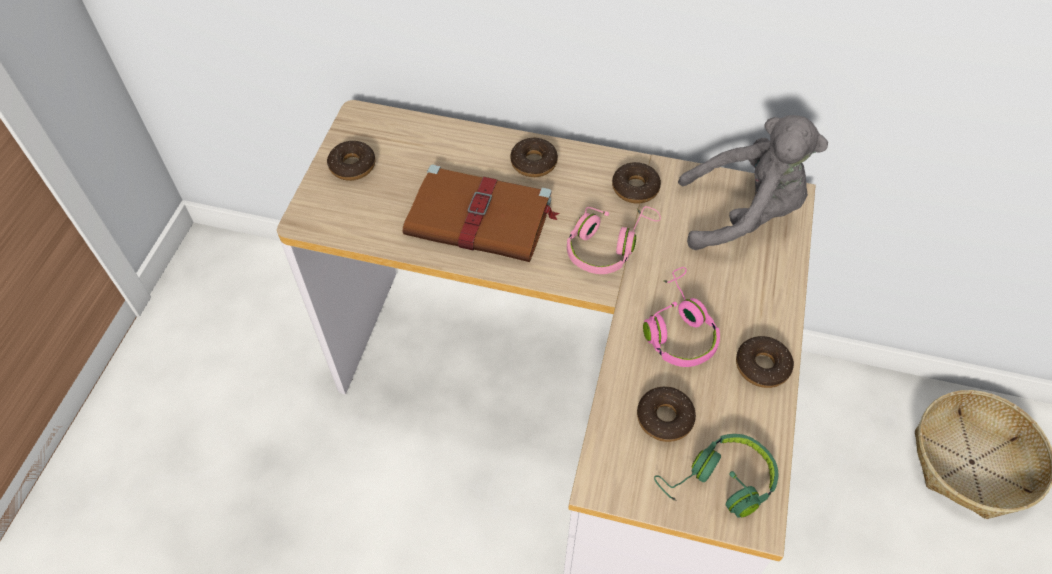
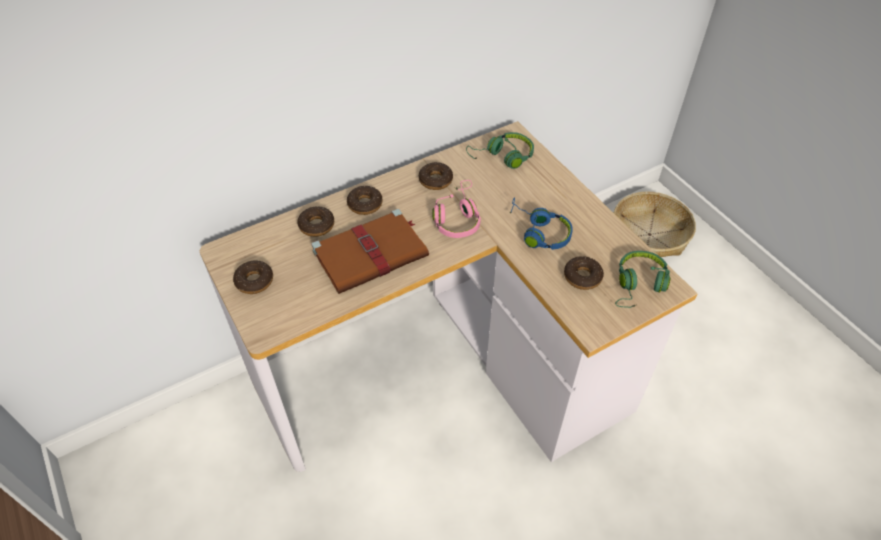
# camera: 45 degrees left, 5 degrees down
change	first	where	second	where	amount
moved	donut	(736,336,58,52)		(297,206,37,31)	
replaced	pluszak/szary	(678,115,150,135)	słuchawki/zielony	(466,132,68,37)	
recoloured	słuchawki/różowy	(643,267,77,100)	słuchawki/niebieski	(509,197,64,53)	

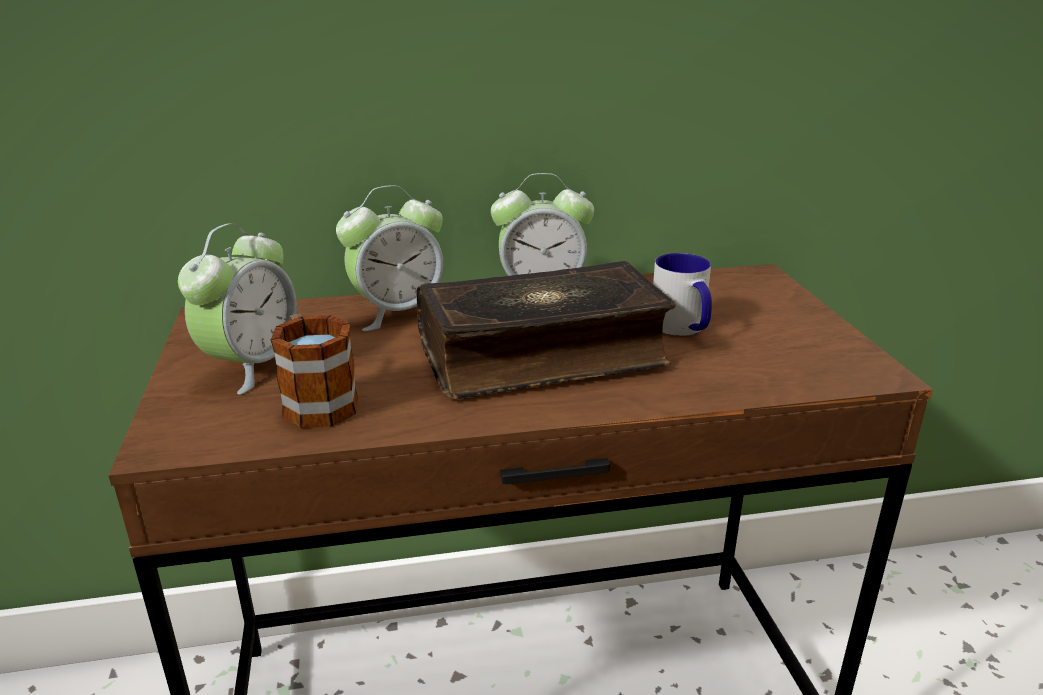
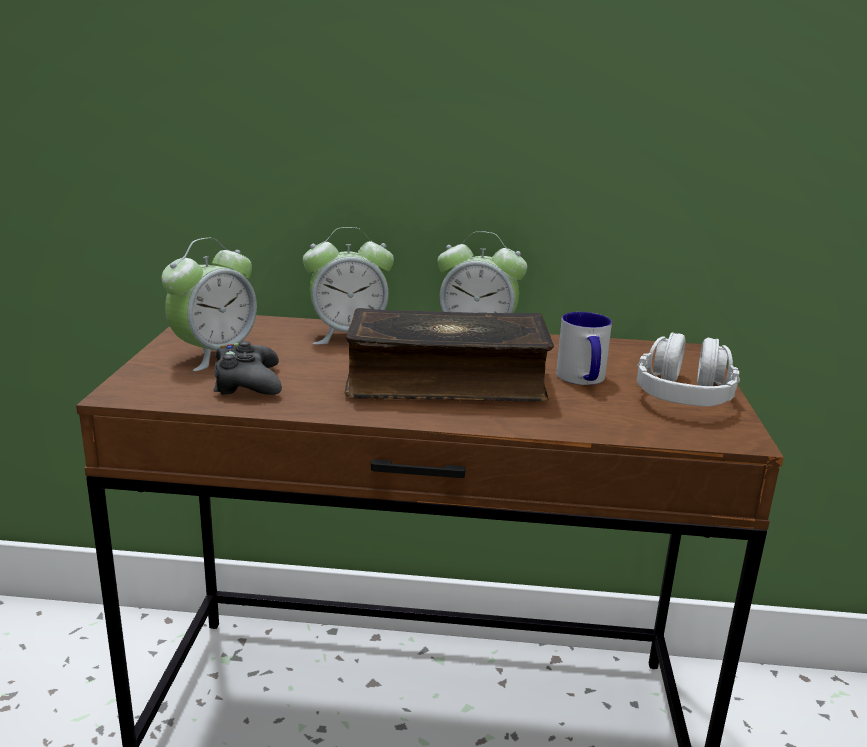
# camera: 15 degrees right, 5 degrees down
change	first	where	second	where	amount
replaced	kubek	(271,313,87,115)	pad do gier/czarny	(213,341,69,54)	
added			słuchawki/szary	(637,332,103,74)	

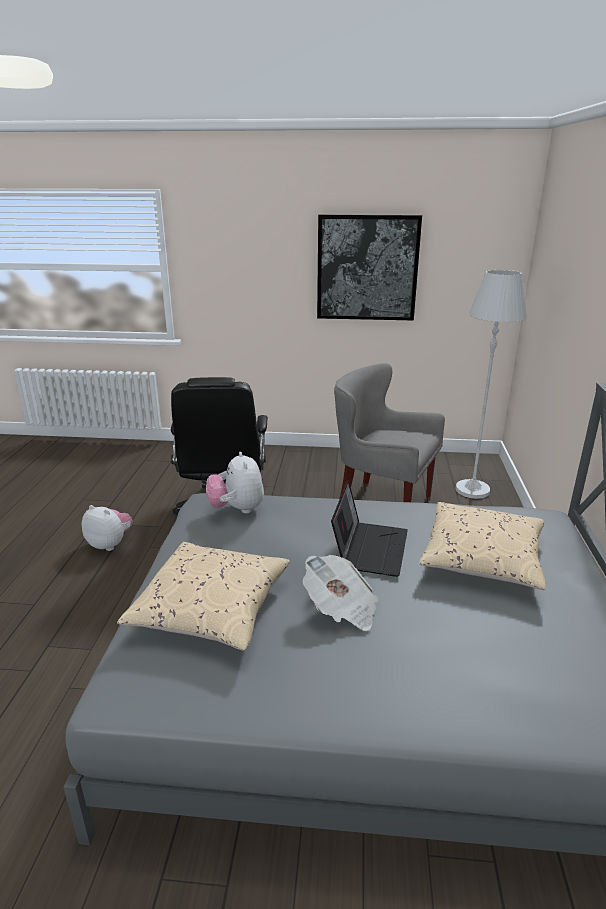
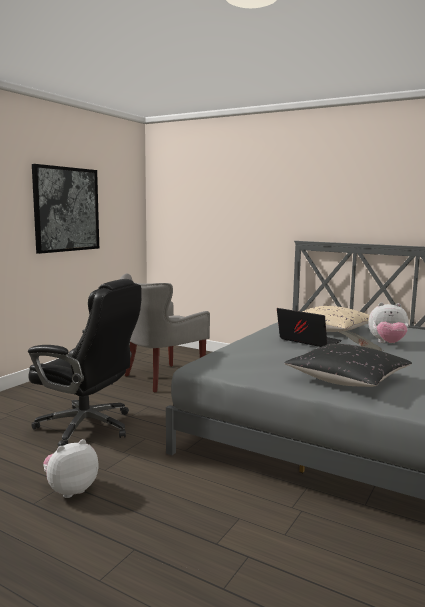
# camera: 65 degrees left, 15 degrees down
change	first	where	second	where	amount
recoloured	poduszka/beżowy	(117,542,173,109)	poduszka/czarny	(284,343,128,44)	
moved	pluszak	(206,452,58,61)		(369,302,40,41)	
removed	lampa stojąca/biały	(455,270,72,229)			

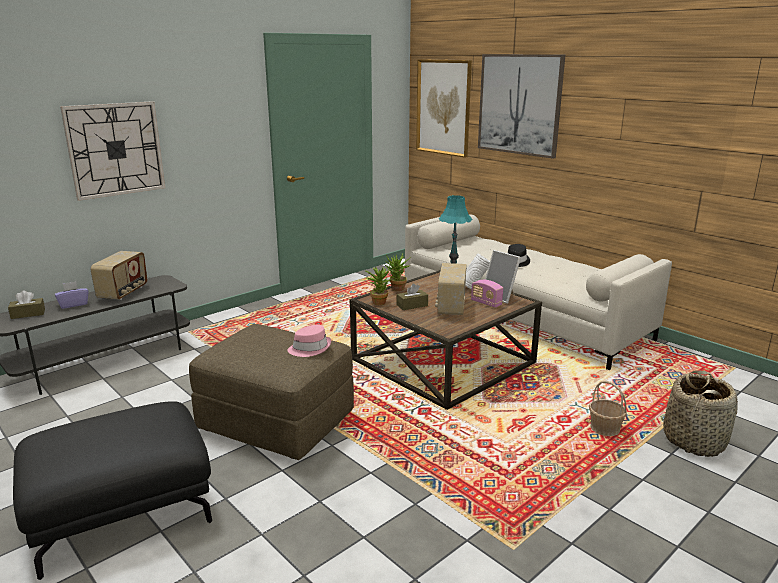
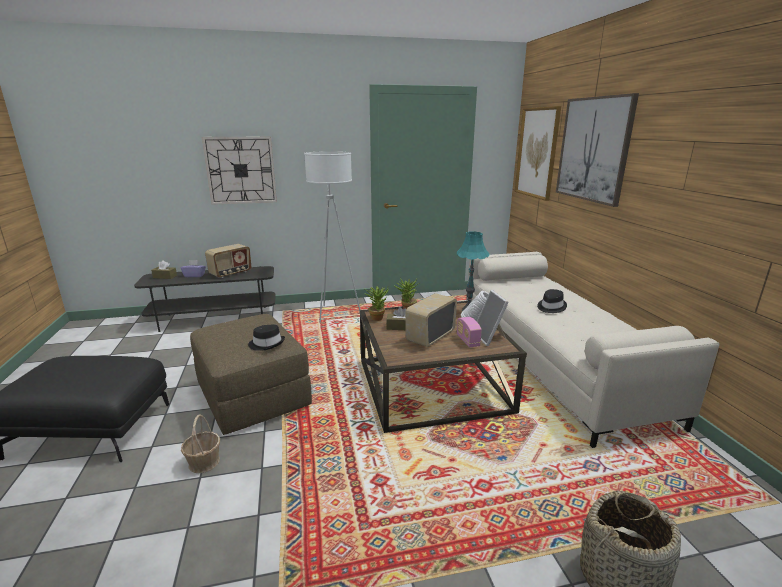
# camera: 30 degrees right, 0 degrees up
change	first	where	second	where	amount
moved	koszyk	(589,381,38,55)		(181,414,39,59)	
recoloured	kapelusz/różowy	(287,325,44,32)	kapelusz/czarny	(248,325,37,26)	
added			lampa stojąca/biały	(304,151,56,172)	

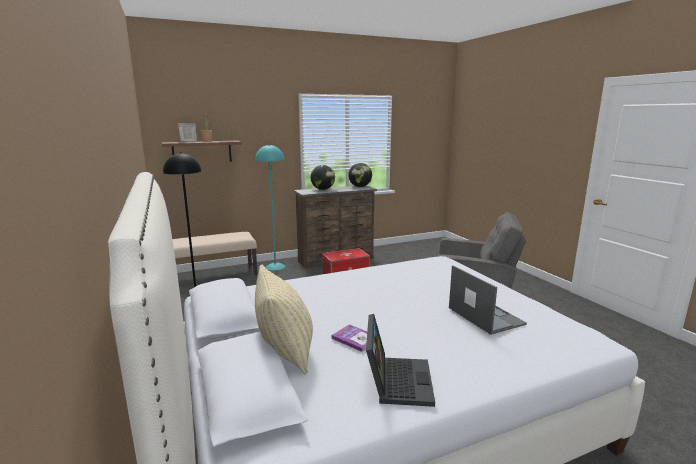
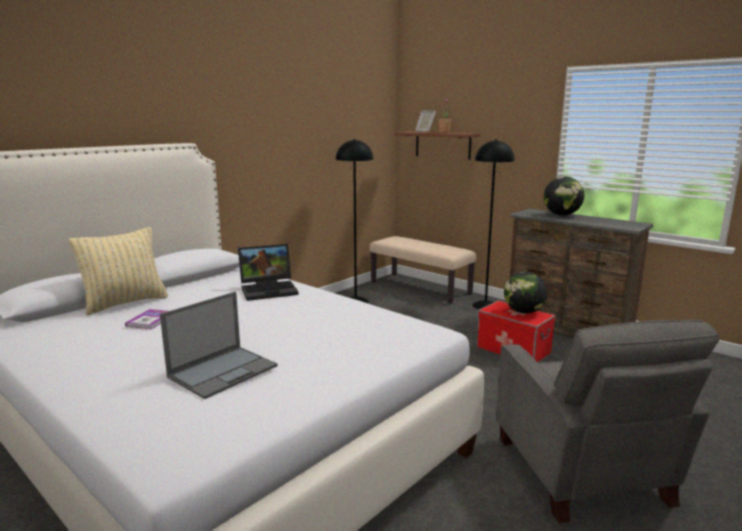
# camera: 65 degrees right, 0 degrees up
change	first	where	second	where	amount
moved	laptop	(366,314,69,93)		(238,244,61,57)	
recoloured	lampa stojąca/turkusowy	(255,144,30,126)	lampa stojąca/czarny	(472,139,43,170)	
moved	globus	(348,163,24,24)		(504,272,43,42)	

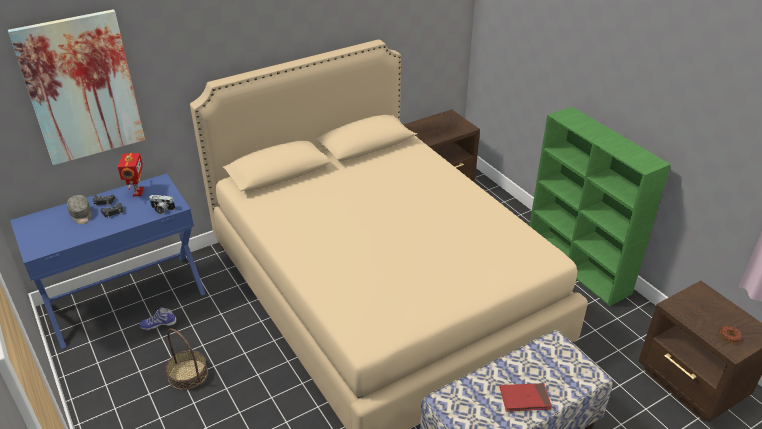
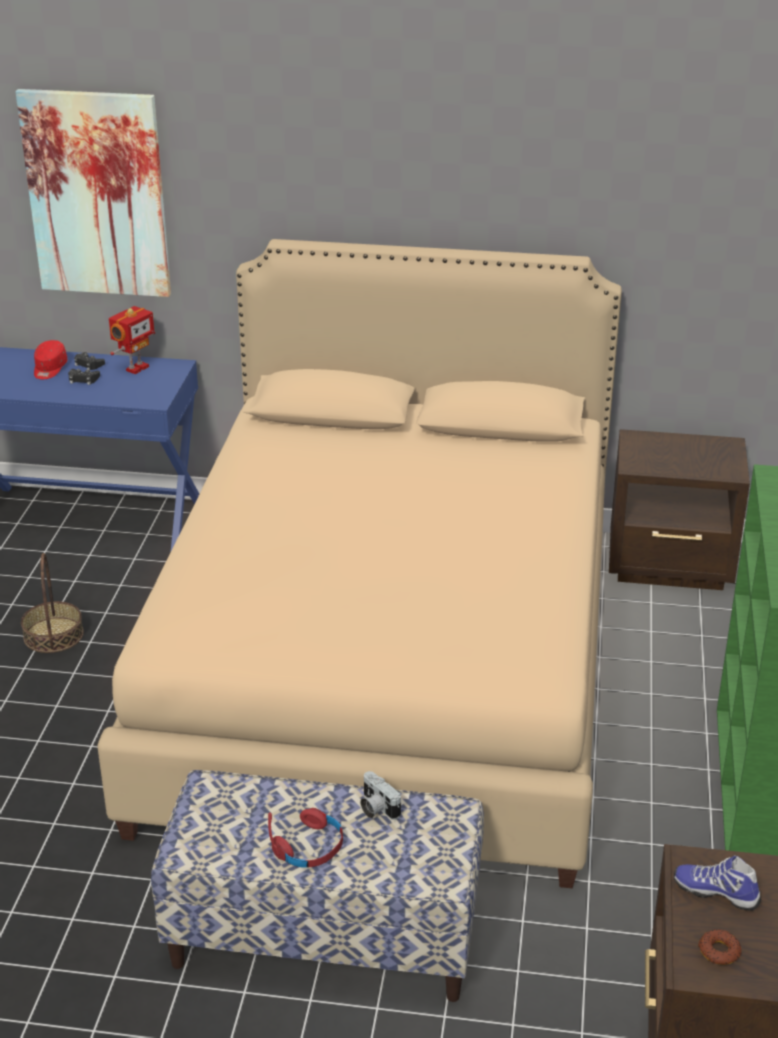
# camera: 40 degrees right, 5 degrees down
change	first	where	second	where	amount
recoloured	czapka z daszkiem/szary	(67,195,25,29)	czapka z daszkiem/czerwony	(34,340,34,39)	
replaced	książka/czerwony	(500,383,52,28)	słuchawki/czerwony	(268,808,75,60)	
moved	aparat fotograficzny	(149,195,26,19)		(360,771,41,49)	
moved	but	(139,307,38,24)		(674,855,87,55)	

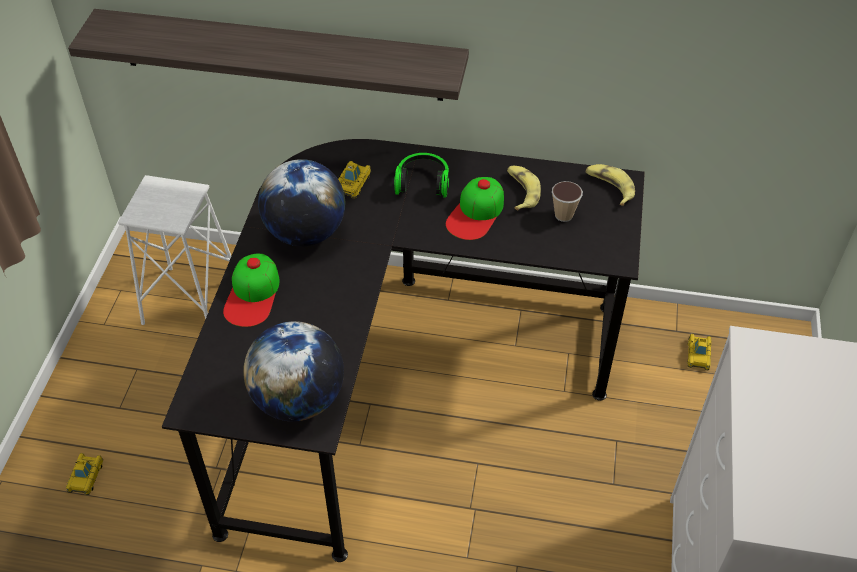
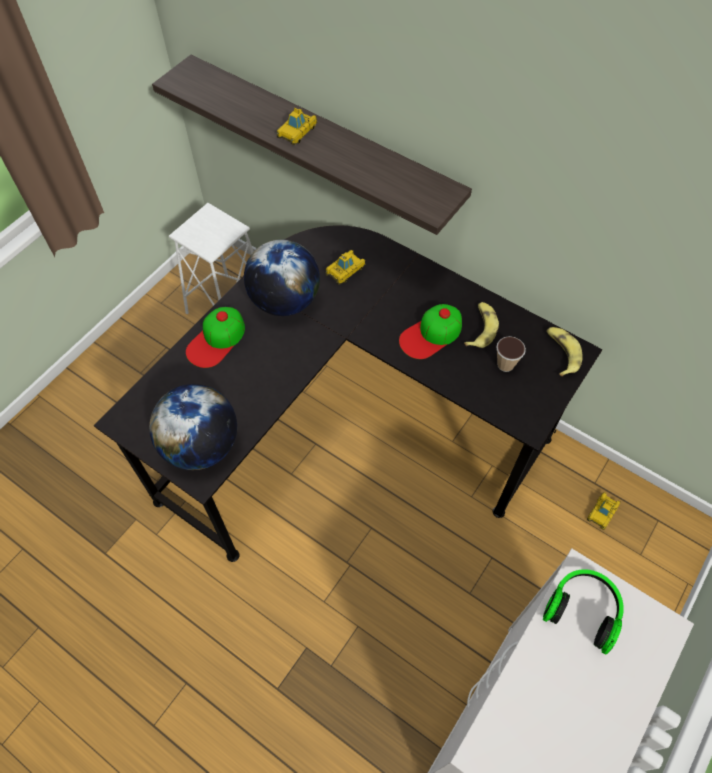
# camera: 25 degrees right, 10 degrees up
change	first	where	second	where	amount
moved	samochodzik	(66,453,37,42)		(277,108,40,37)	
moved	słuchawki	(394,153,55,45)		(543,569,81,86)	

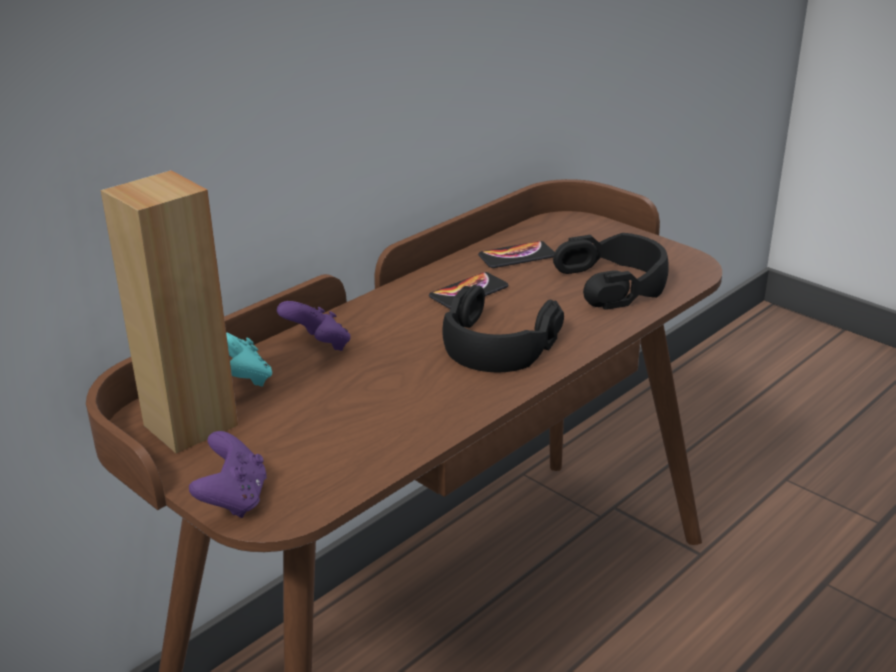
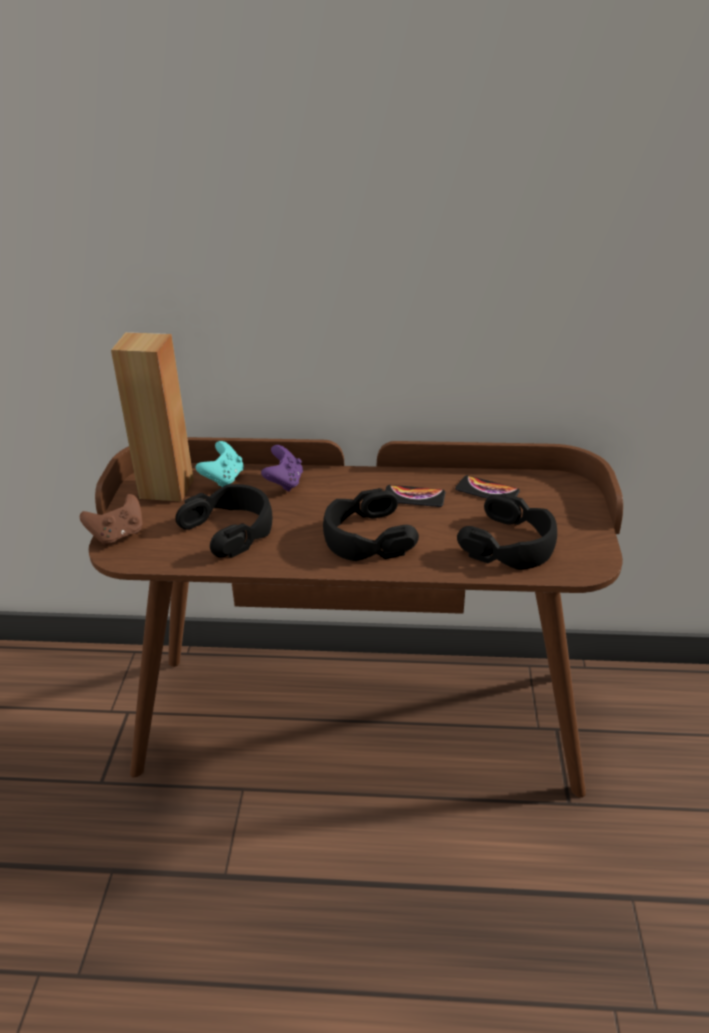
# camera: 50 degrees right, 5 degrees up
change	first	where	second	where	amount
recoloured	pad do gier/fioletowy	(189,431,78,87)	pad do gier/brązowy	(80,494,63,52)	
added			słuchawki/czarny	(175,484,97,74)	

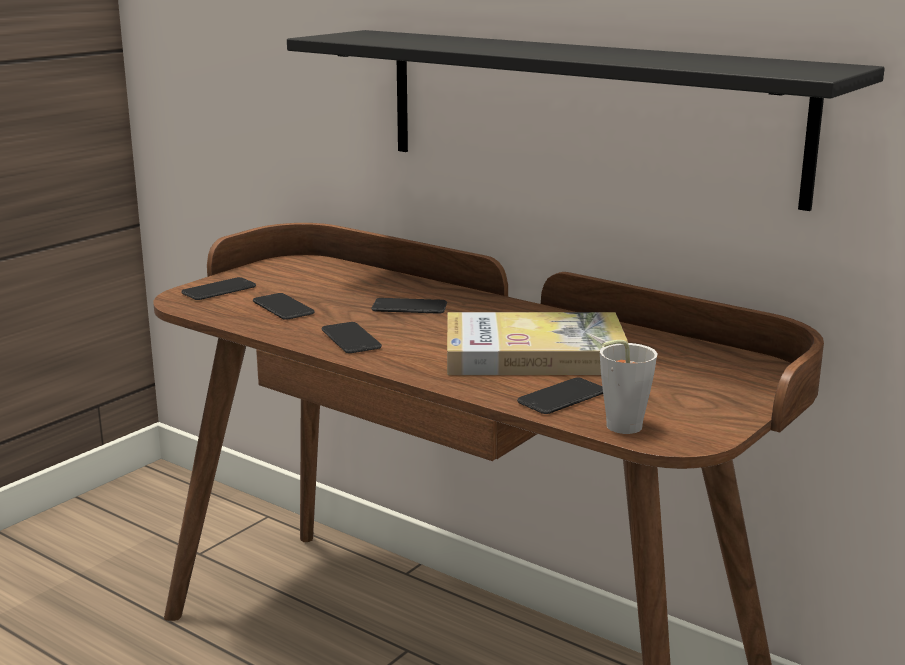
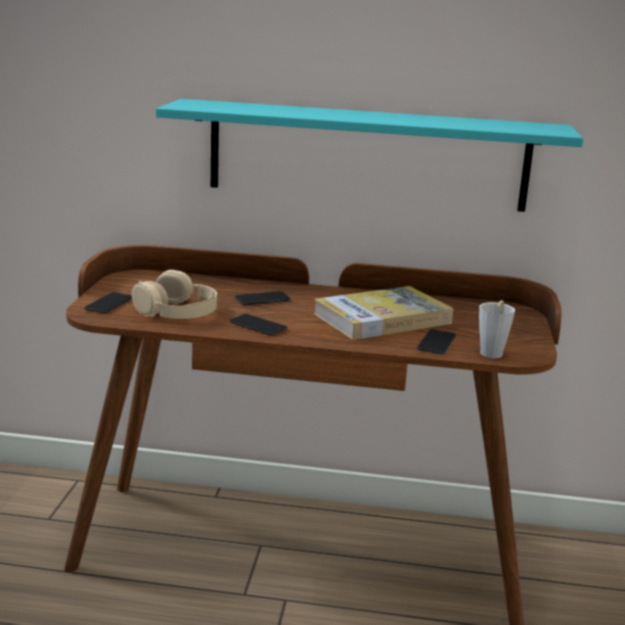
# camera: 30 degrees left, 0 degrees up
change	first	where	second	where	amount
replaced	telefon	(253,293,62,27)	słuchawki/beżowy	(132,270,85,49)	
recoloured	półka/czarny	(287,30,598,181)	półka/turkusowy	(156,99,428,113)	

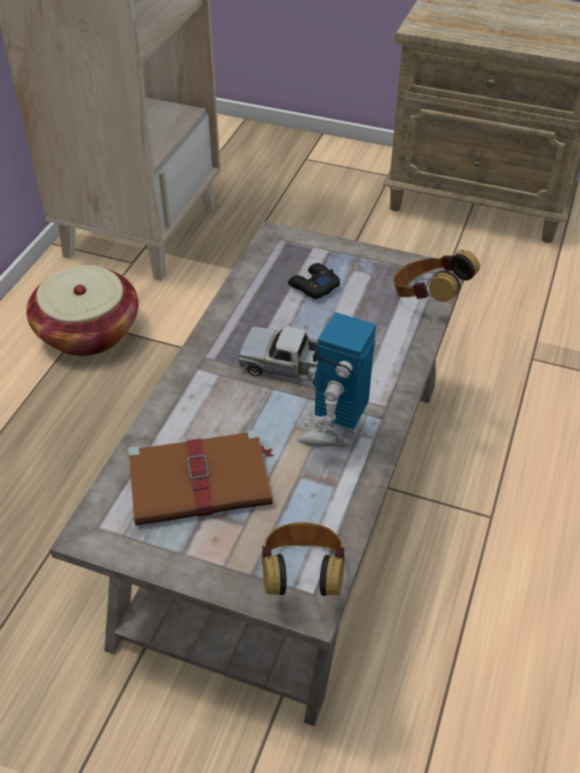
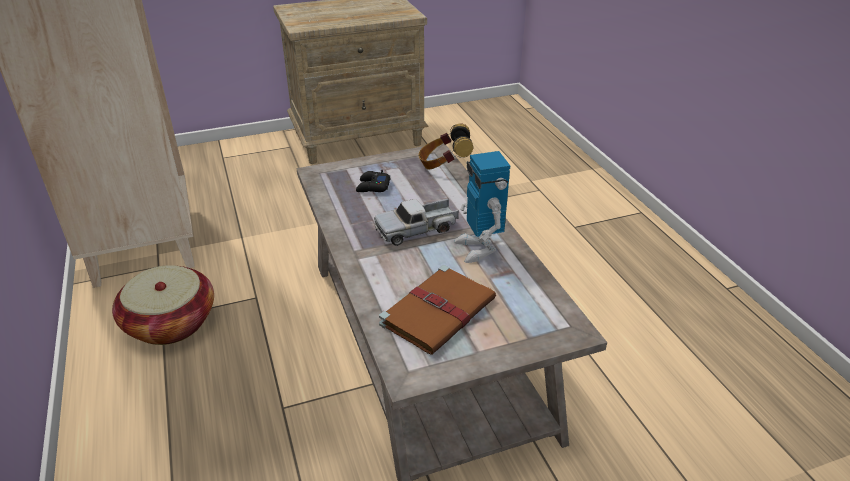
# camera: 40 degrees left, 10 degrees down
change	first	where	second	where	amount
removed	słuchawki	(262,522,82,74)			

